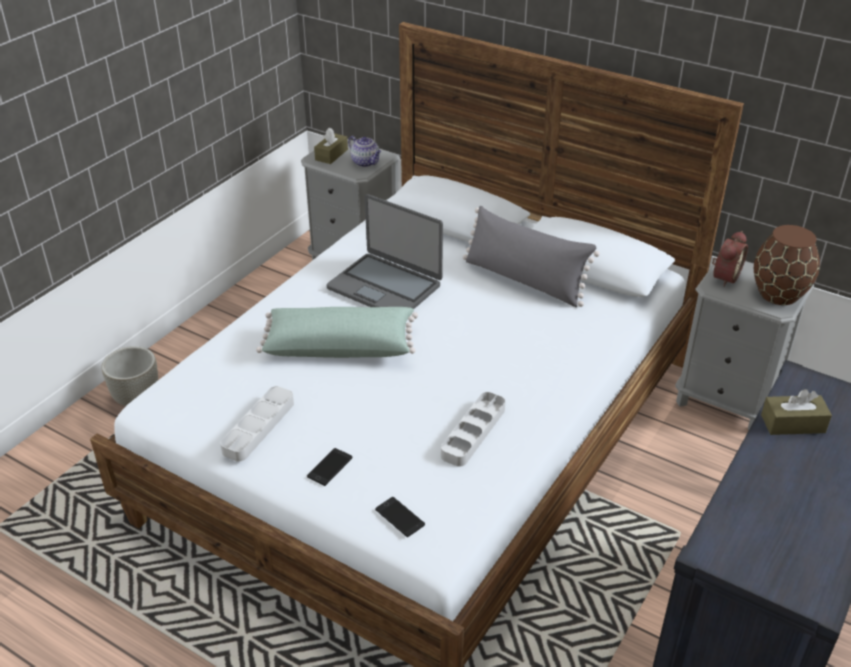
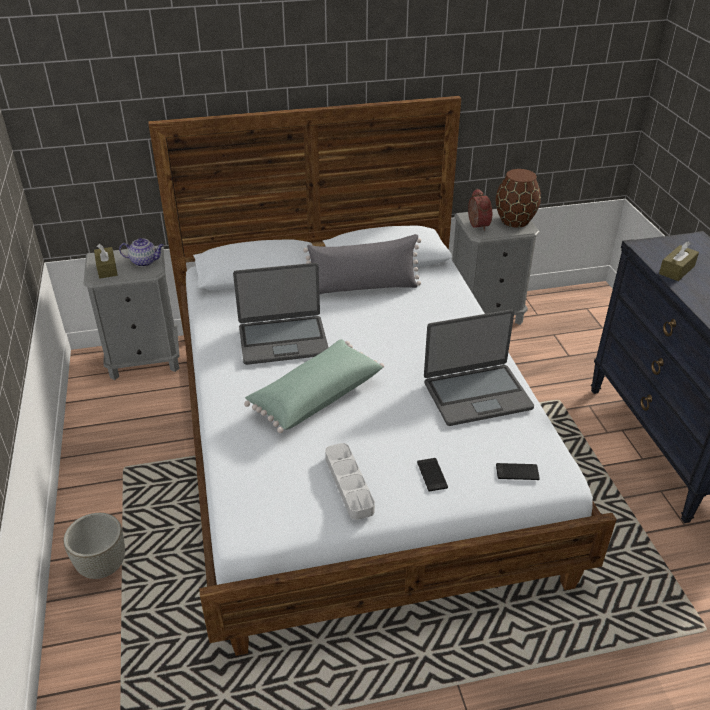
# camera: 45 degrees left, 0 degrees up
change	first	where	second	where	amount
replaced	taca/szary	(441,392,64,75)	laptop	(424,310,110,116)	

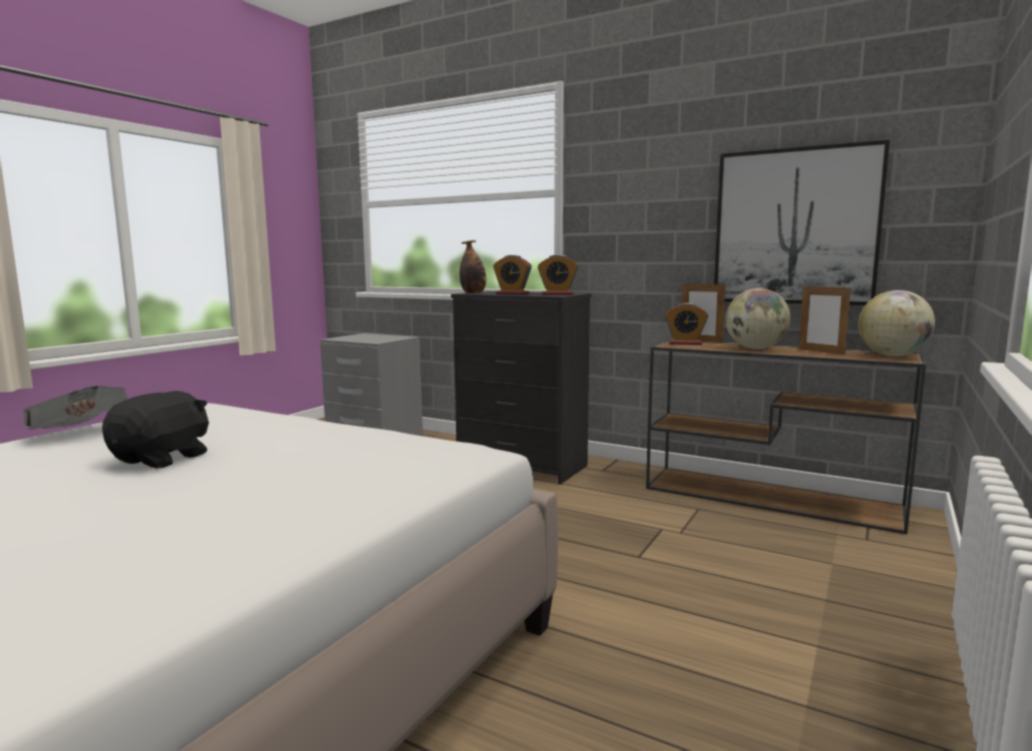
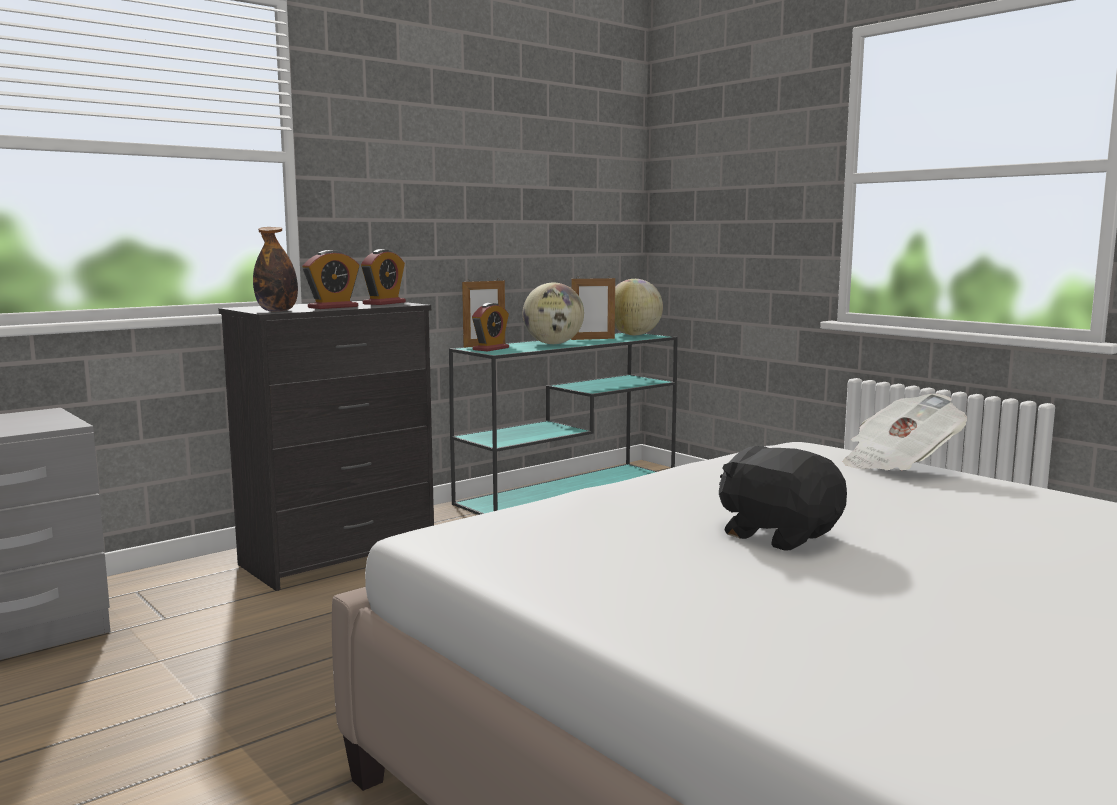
# camera: 70 degrees left, 0 degrees up
change	first	where	second	where	amount
recoloured	stolik konsolowy/brązowy	(646,340,280,194)	stolik konsolowy/turkusowy	(449,332,229,183)	
moved	gazeta	(23,386,104,44)		(843,394,124,76)	
removed	obraz	(714,140,176,165)			

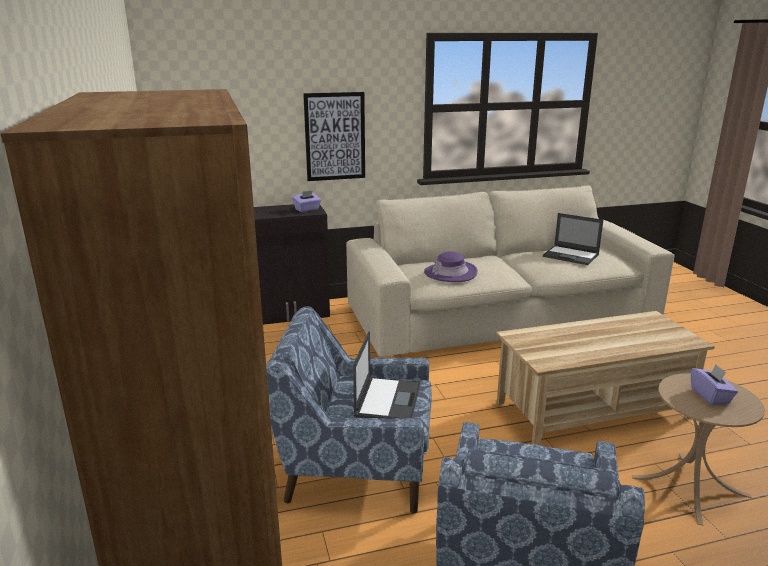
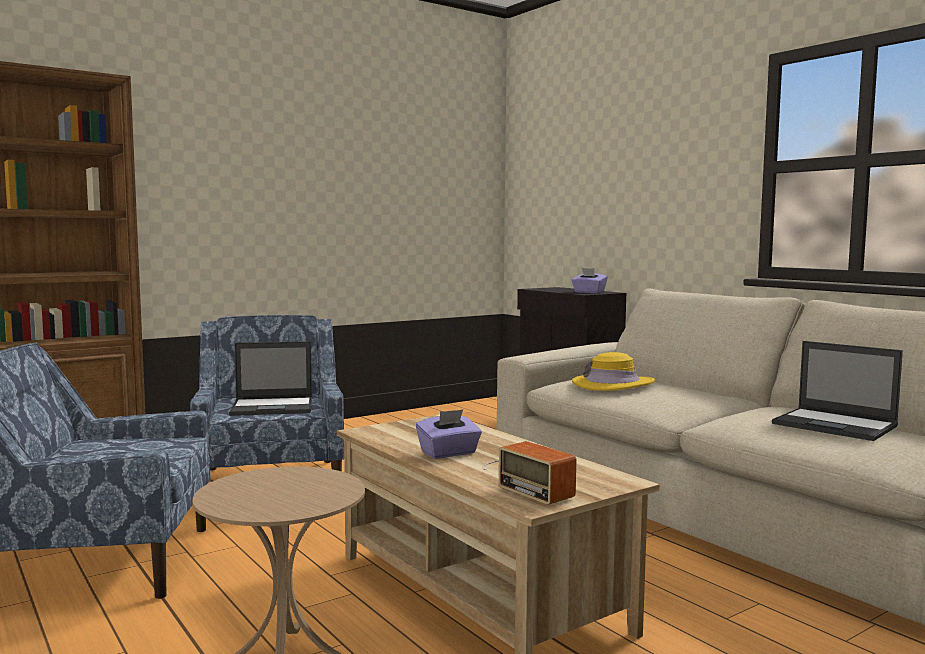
# camera: 70 degrees right, 15 degrees down
change	first	where	second	where	amount
moved	pudełko chusteczek/fioletowy	(691,364,47,41)		(416,409,66,50)	
added			radio	(483,441,93,64)	
recoloured	kapelusz/fioletowy	(424,251,54,31)	kapelusz/żółty	(572,352,83,39)	
turned	laptop	(543,213,60,52)		(772,341,131,100)	60 degrees counterclockwise
removed	obraz	(303,92,62,89)			

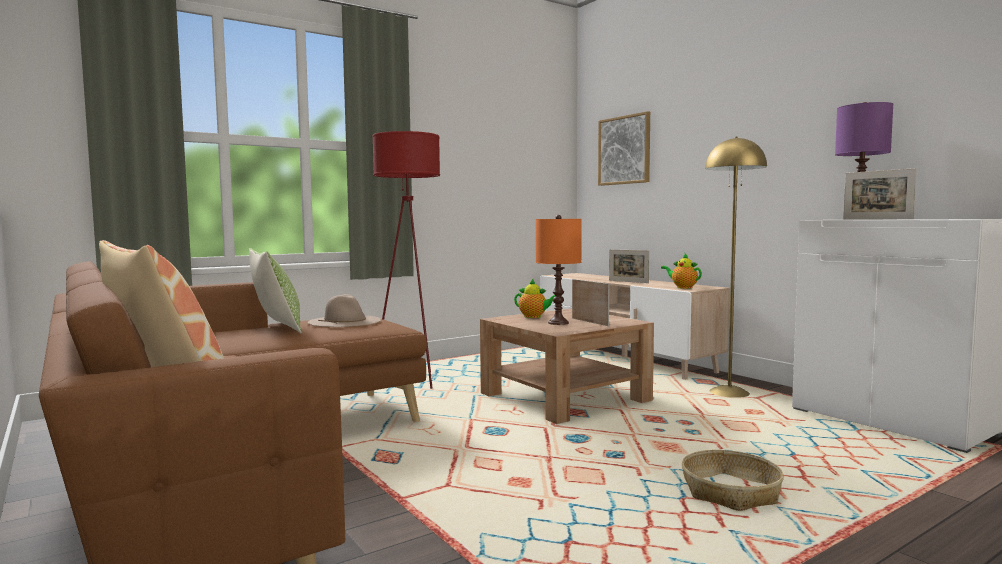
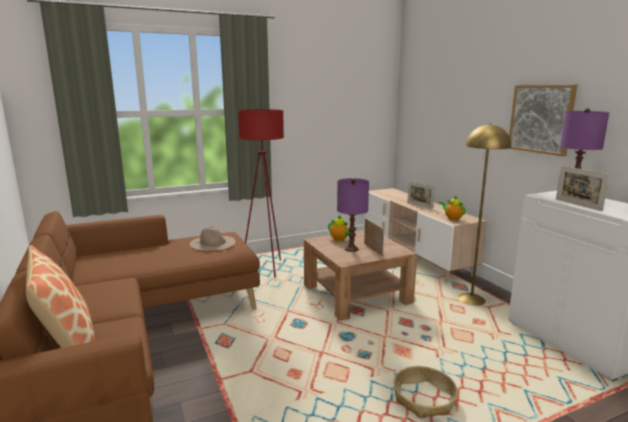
# camera: 10 degrees right, 10 degrees up
change	first	where	second	where	amount
recoloured	lampa stołowa/pomarańczowy	(535,215,47,110)	lampa stołowa/fioletowy	(337,178,32,74)	
moved	obraz	(598,111,52,75)		(509,85,68,71)	
removed	poduszka	(249,248,53,85)			

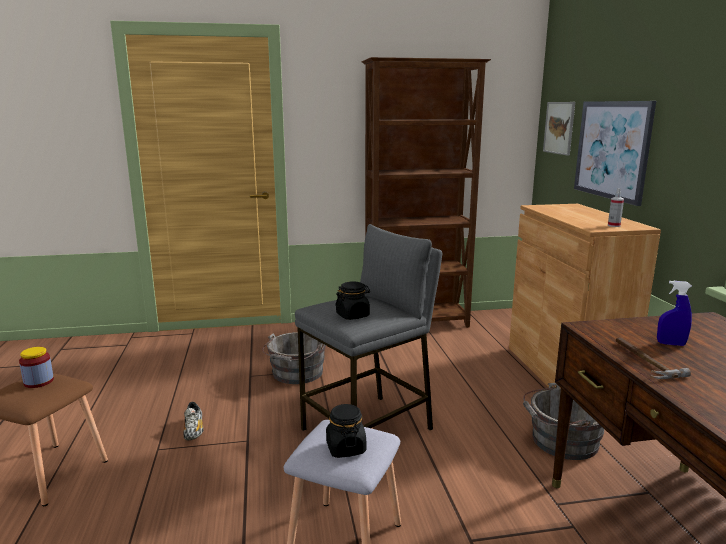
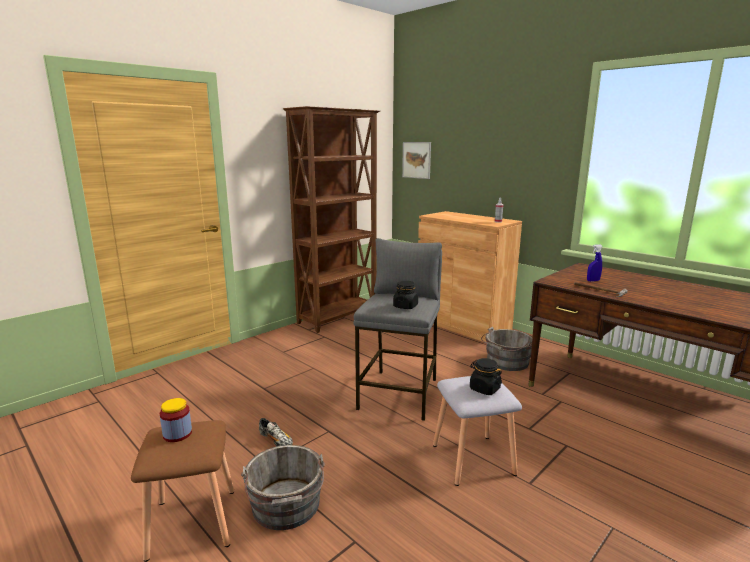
# camera: 35 degrees left, 0 degrees up
change	first	where	second	where	amount
moved	wiadro/szary	(262,332,64,52)		(241,445,84,85)	
removed	obraz	(574,101,82,105)			

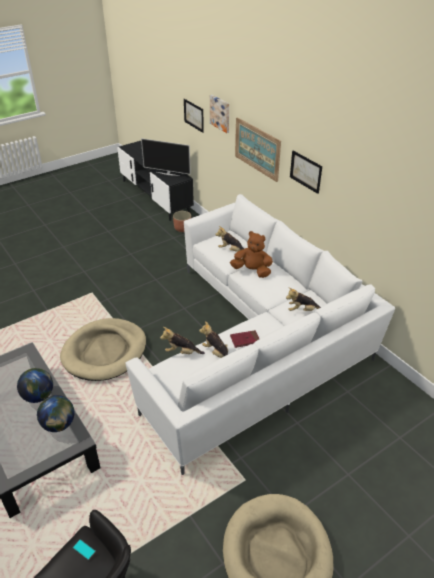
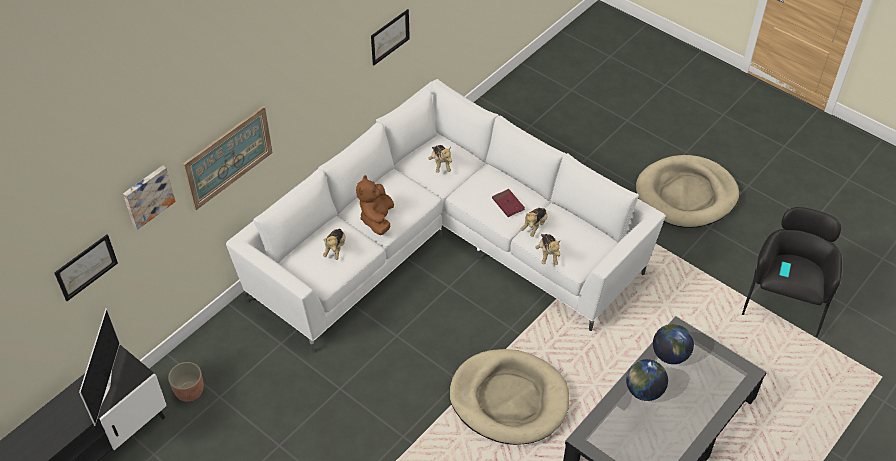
# camera: 105 degrees left, 10 degrees up
change	first	where	second	where	amount
moved	obraz	(290,151,32,43)		(371,9,39,57)	

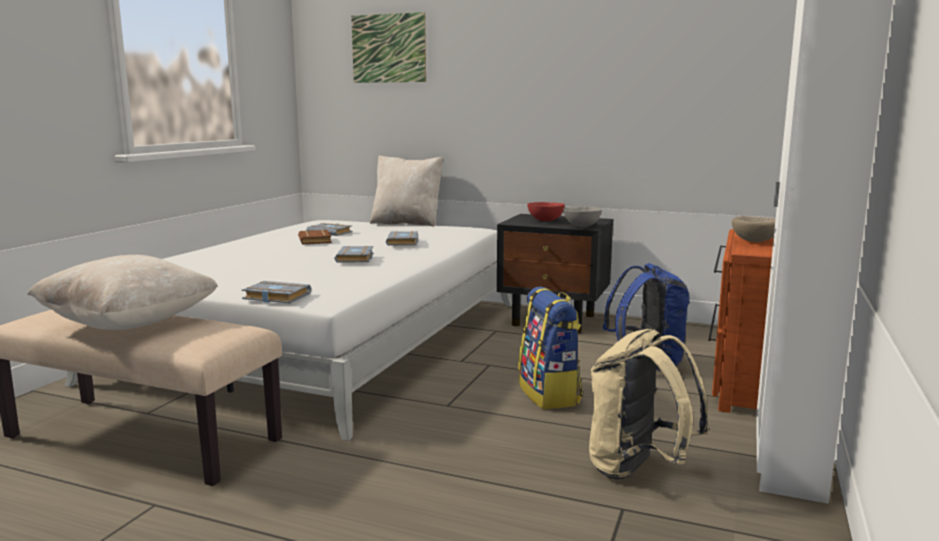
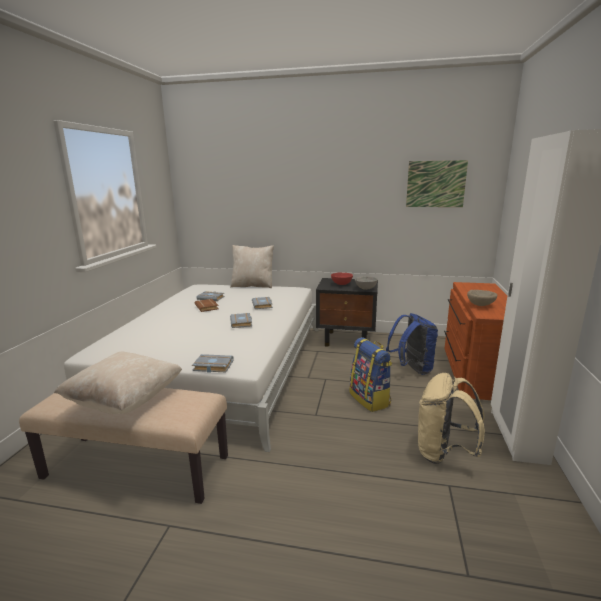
# camera: 10 degrees left, 5 degrees up
change	first	where	second	where	amount
moved	obraz	(351,12,75,71)		(406,160,62,47)	

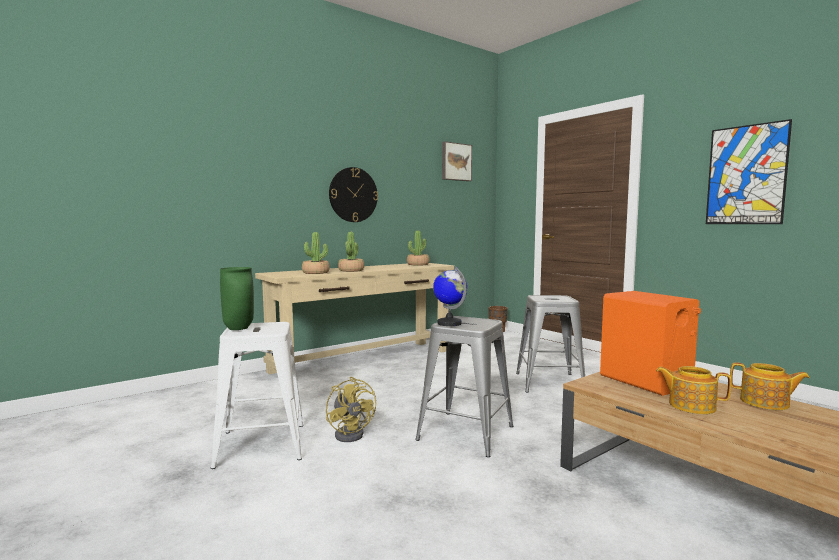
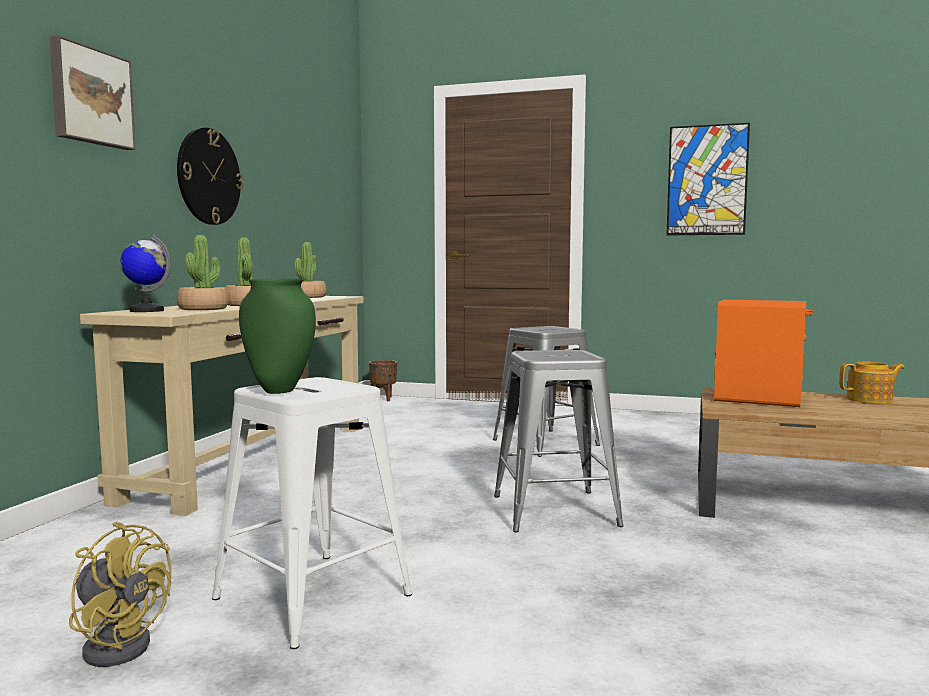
# camera: 35 degrees left, 0 degrees up
change	first	where	second	where	amount
moved	obraz	(442,141,30,40)		(49,35,87,115)	
moved	wentylator/żółty	(326,377,50,65)		(69,522,103,145)	
moved	globus	(433,267,34,59)		(120,234,51,78)	
removed	imbryk	(656,366,75,48)			

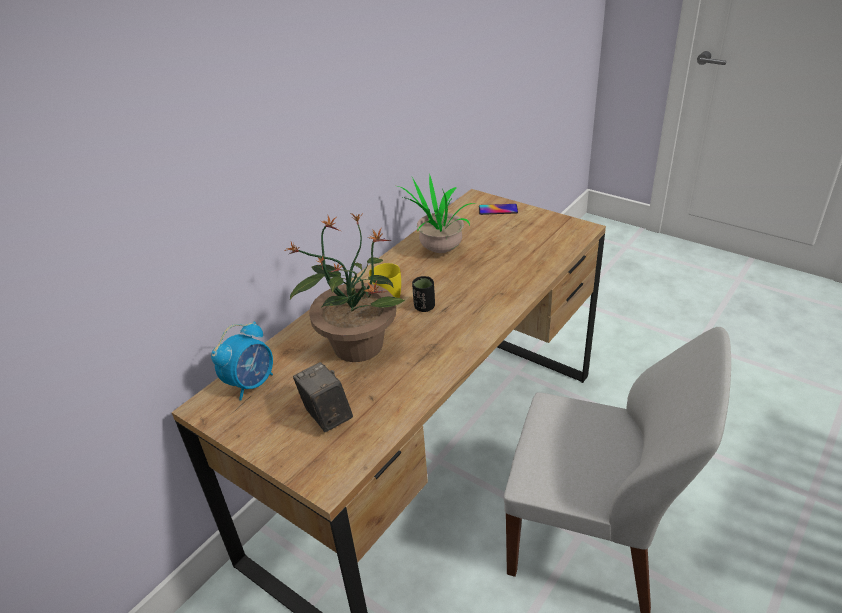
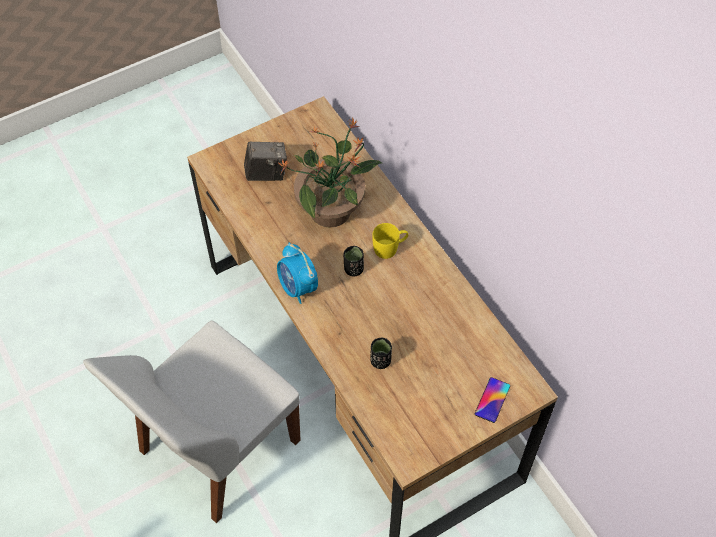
# camera: 110 degrees right, 20 degrees up
change	first	where	second	where	amount
moved	budzik	(211,321,62,80)		(277,242,41,62)	
added			filiżanka/czarny	(370,337,22,32)	
removed	roślina doniczkowa	(398,174,77,79)			

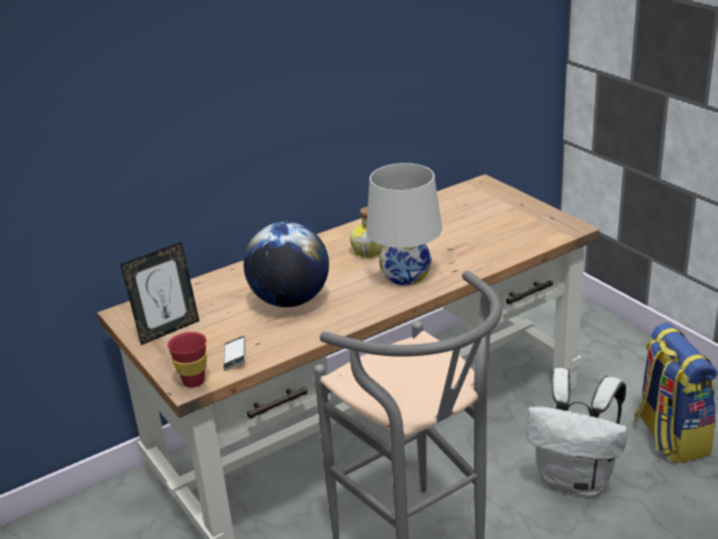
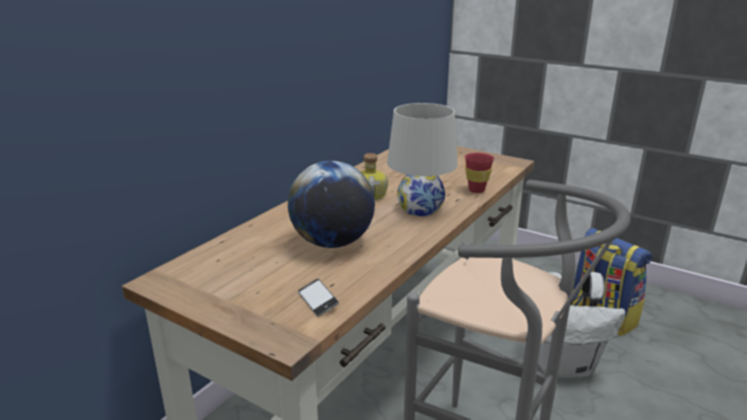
# camera: 25 degrees left, 5 degrees down
change	first	where	second	where	amount
moved	filiżanka/czerwony	(167,332,40,56)		(465,153,29,40)	
removed	ramka na zdjęcie	(120,242,79,103)			

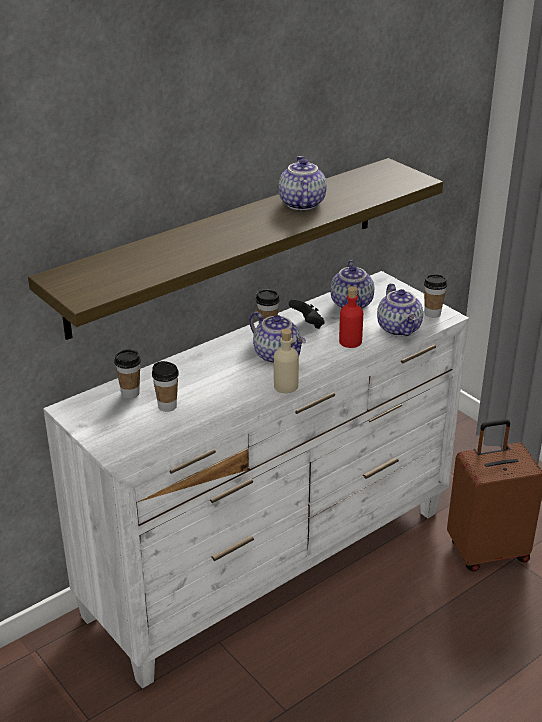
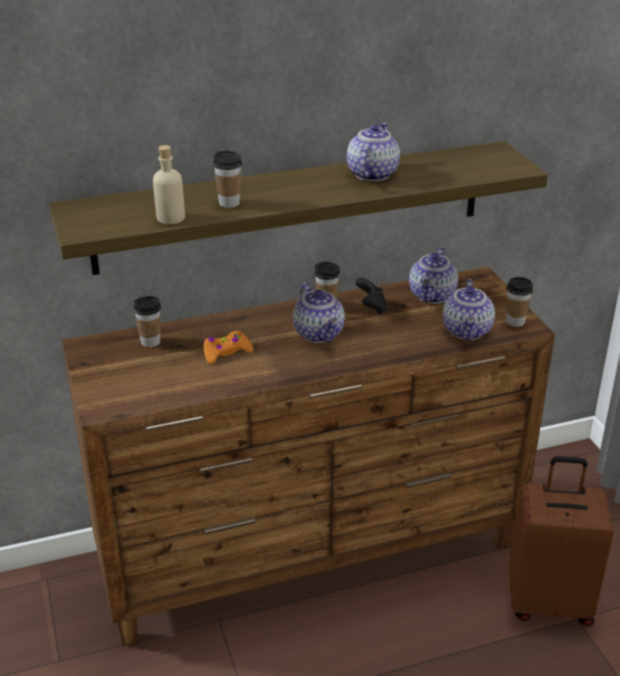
# camera: 20 degrees right, 0 degrees up
change	first	where	second	where	amount
recoloured	komoda/biały	(43,271,426,418)	komoda/brązowy	(62,267,493,379)	
moved	butelka/beżowy	(274,329,25,64)		(153,145,32,79)	
added			pad do gier/pomarańczowy	(203,331,50,33)	
moved	filiżanka	(152,361,27,51)		(213,150,29,58)	
removed	butelka/czerwony	(339,286,24,62)			

